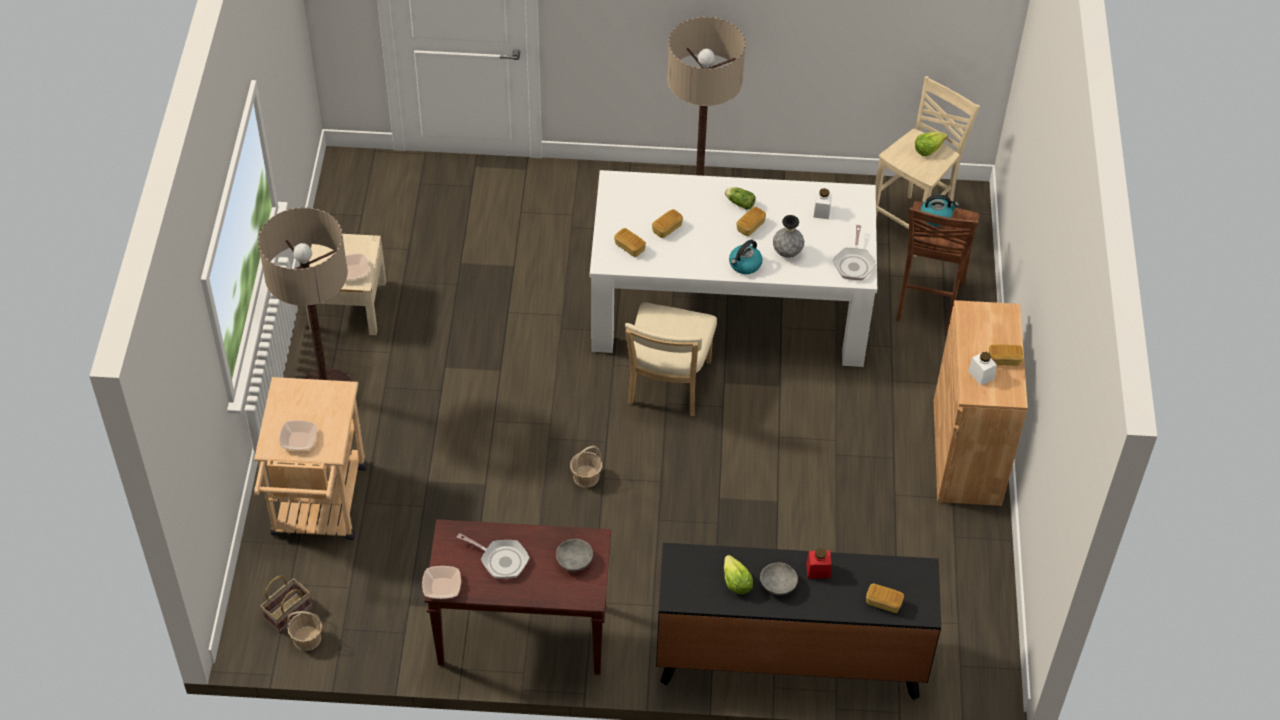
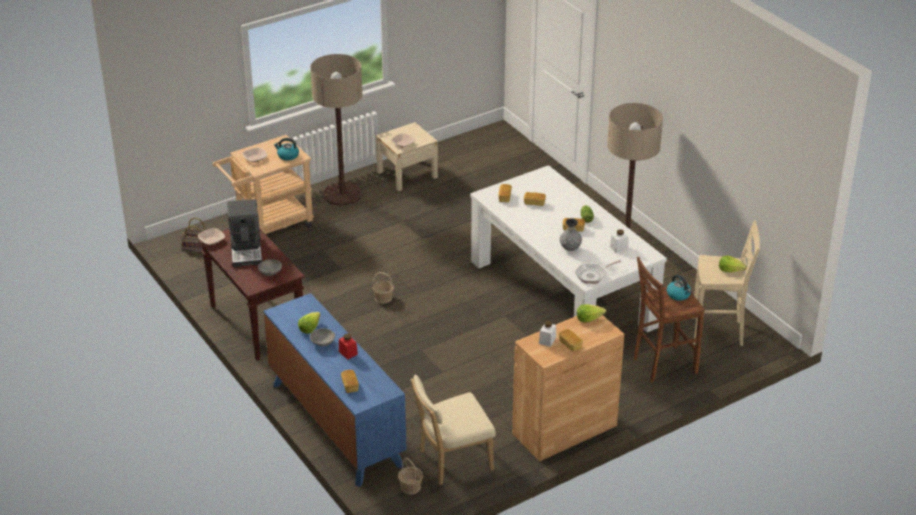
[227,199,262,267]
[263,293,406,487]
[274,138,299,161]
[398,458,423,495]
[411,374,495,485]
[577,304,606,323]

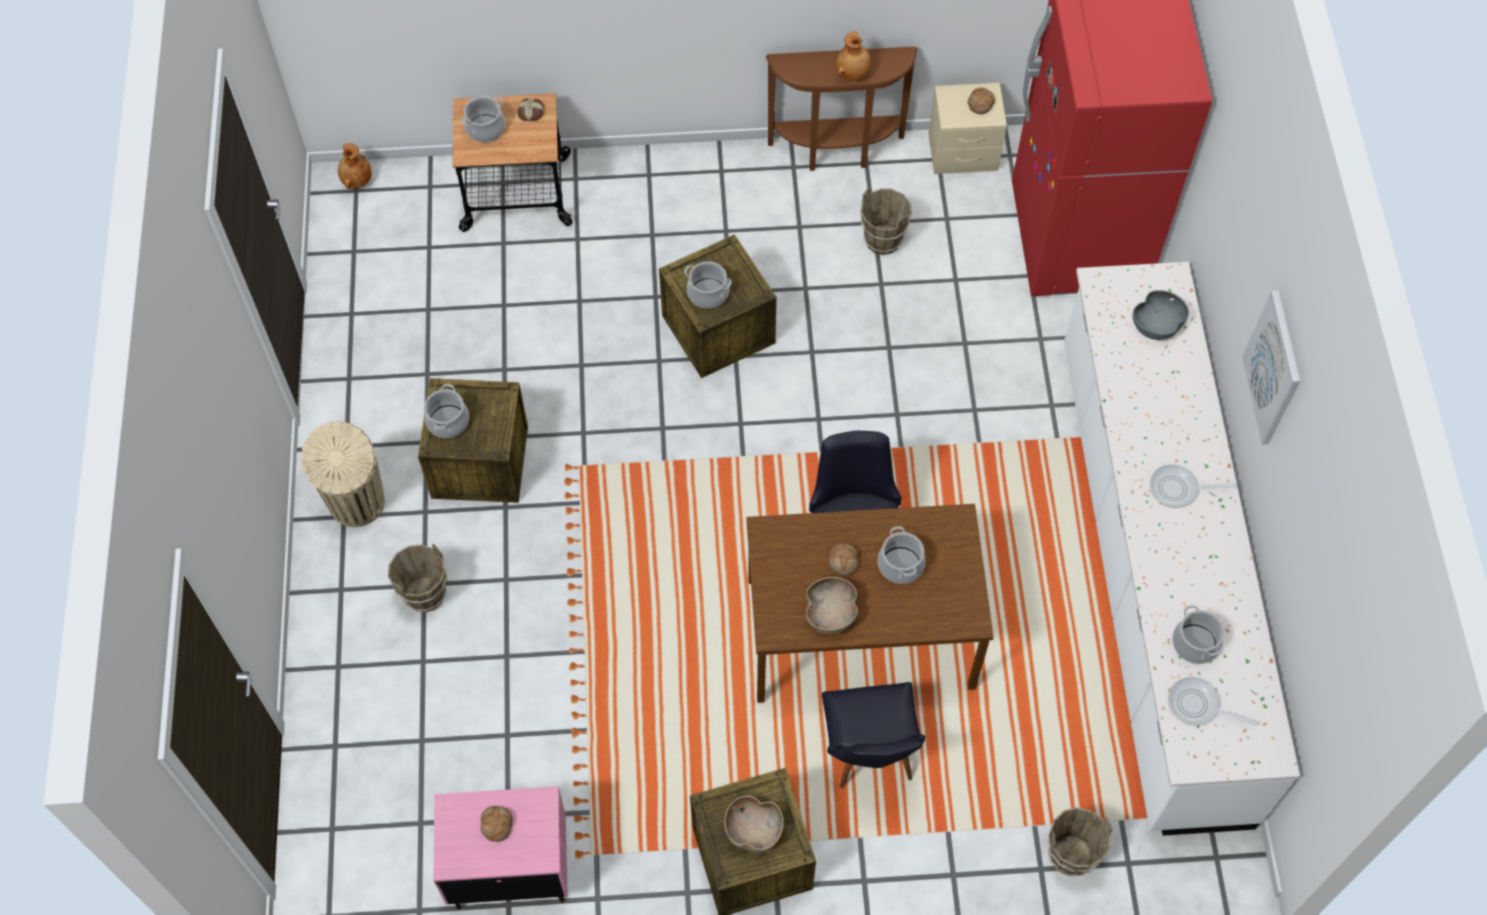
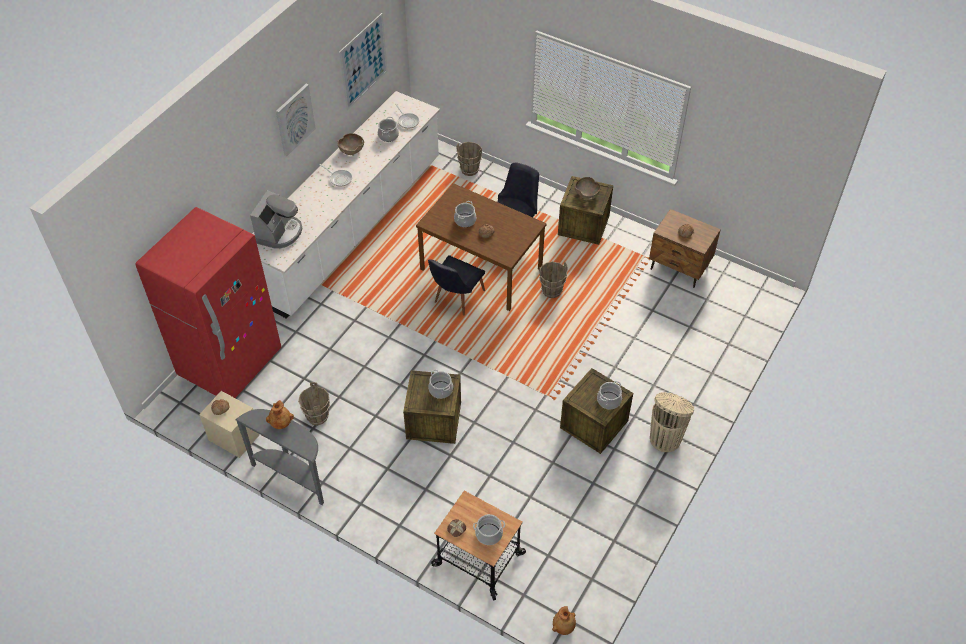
[235,409,324,505]
[250,190,303,249]
[337,133,364,155]
[339,13,388,111]
[539,261,568,298]
[649,209,721,288]

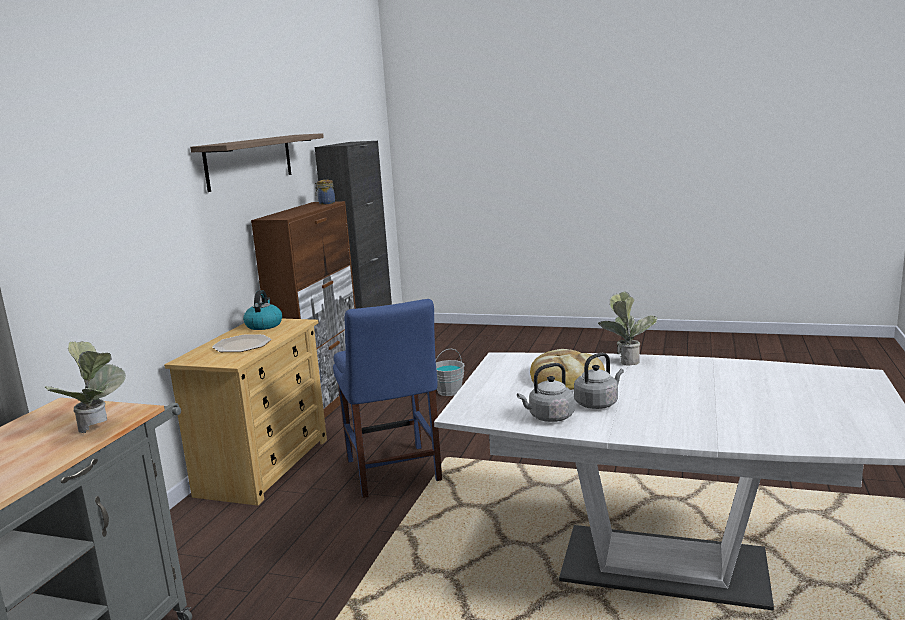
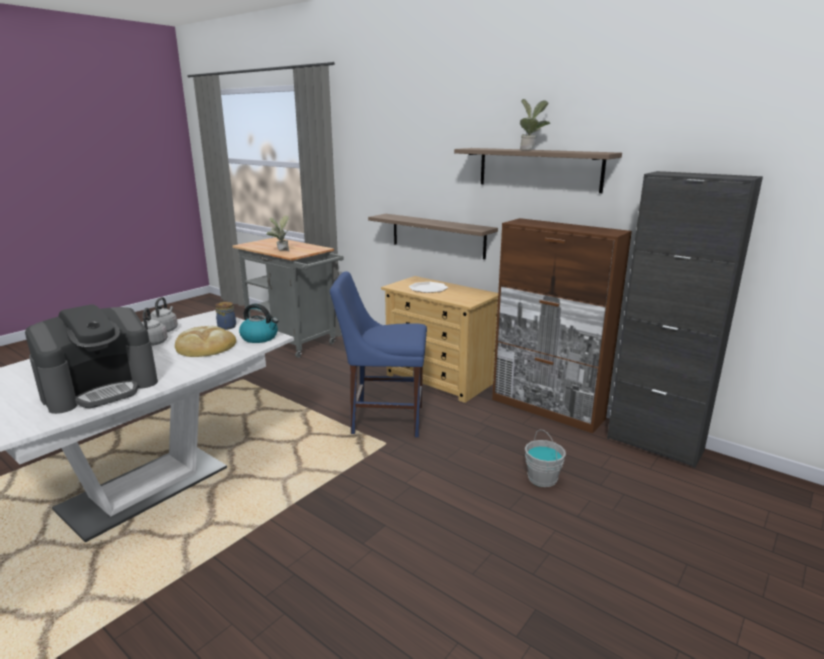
[25,304,158,414]
[215,302,236,330]
[239,304,279,343]
[368,214,498,259]
[520,99,550,150]

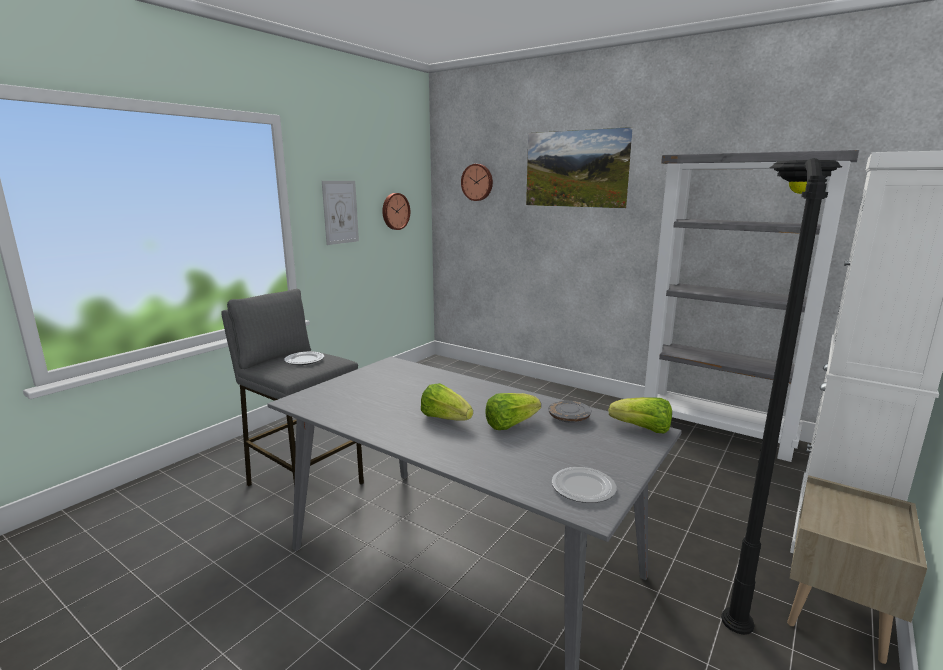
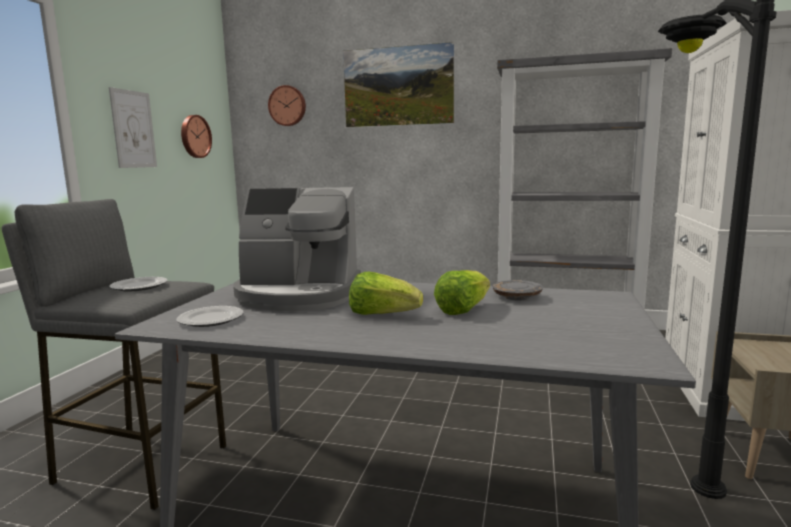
[177,306,244,327]
[233,187,361,311]
[608,397,672,434] (first image)

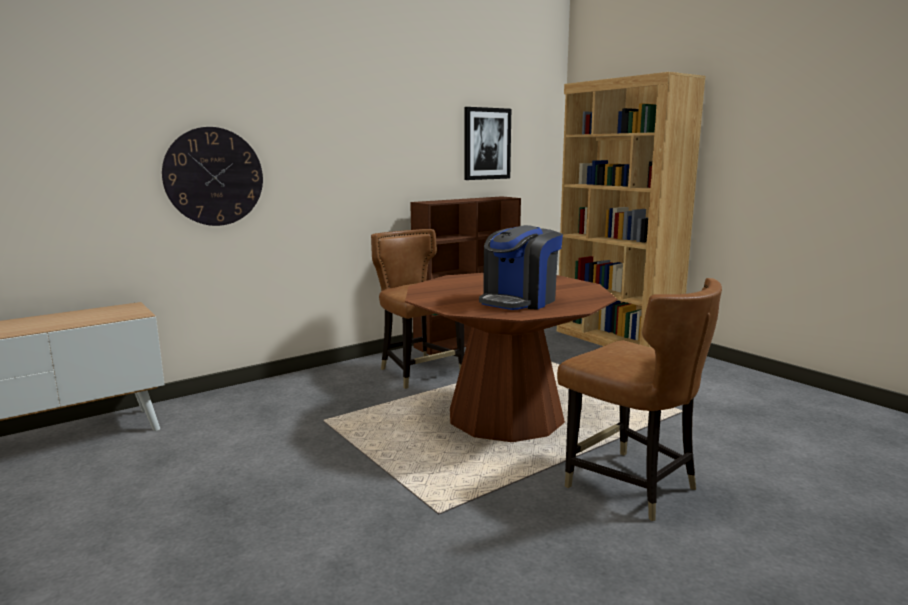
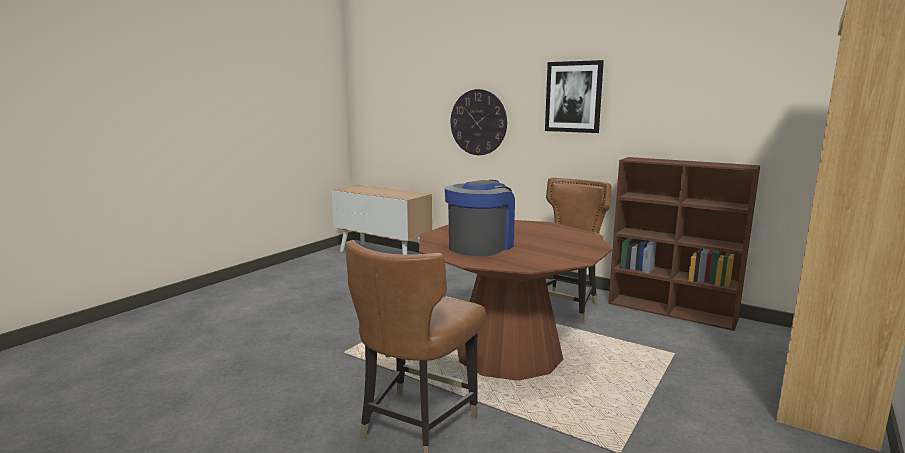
[445,180,515,256]
[545,60,604,133]

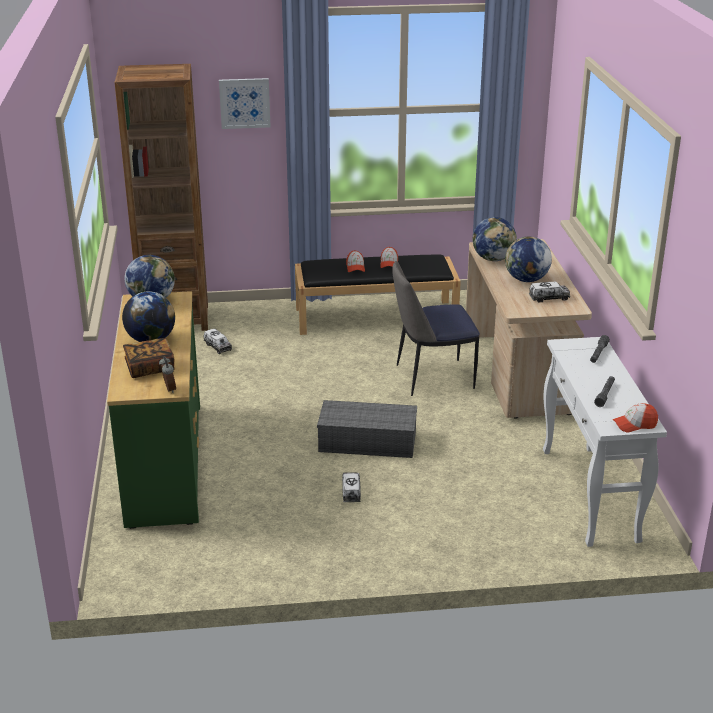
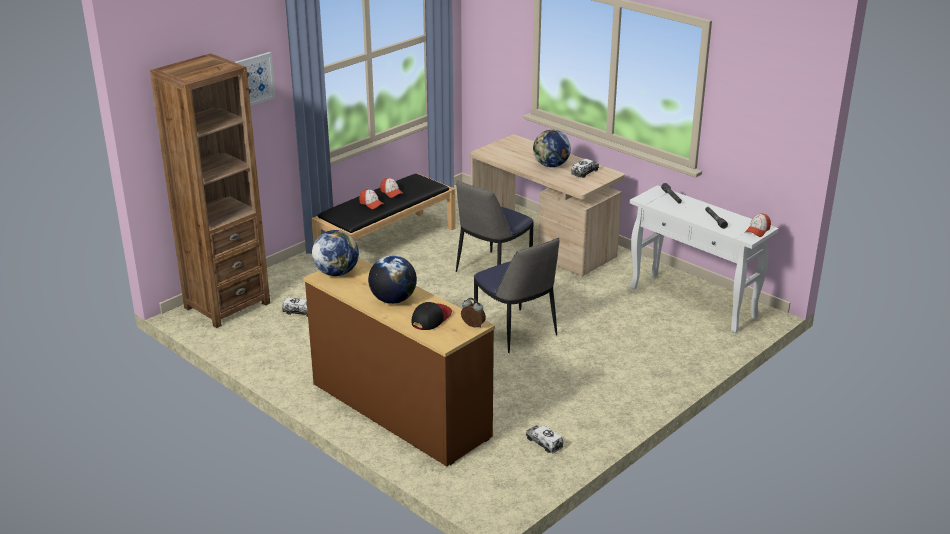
[304,258,495,467]
[411,302,452,330]
[474,238,559,353]
[526,425,564,454]
[472,217,517,261] (first image)

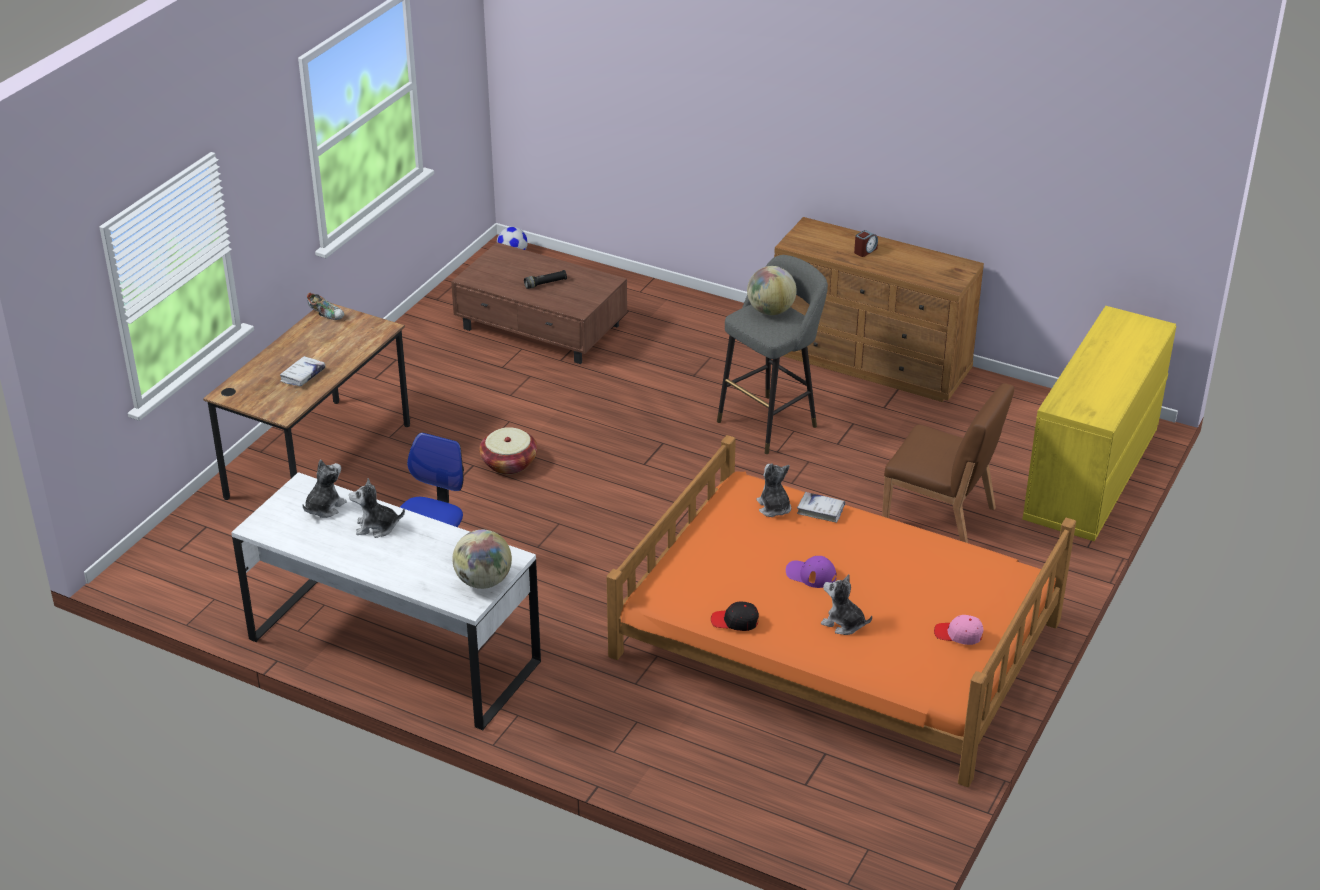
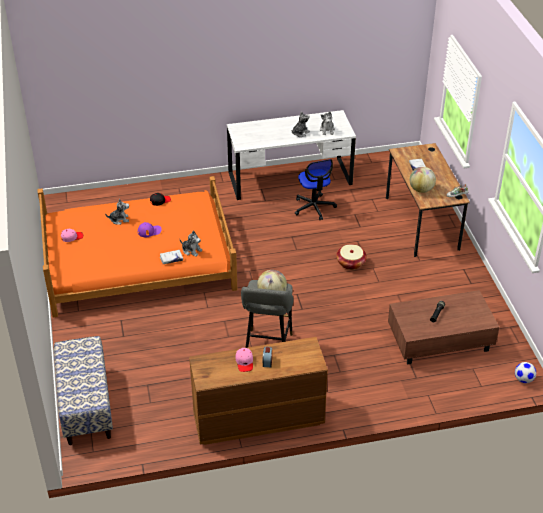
[54,336,113,445]
[236,348,253,372]
[410,167,436,193]
[882,383,1014,543] (first image)

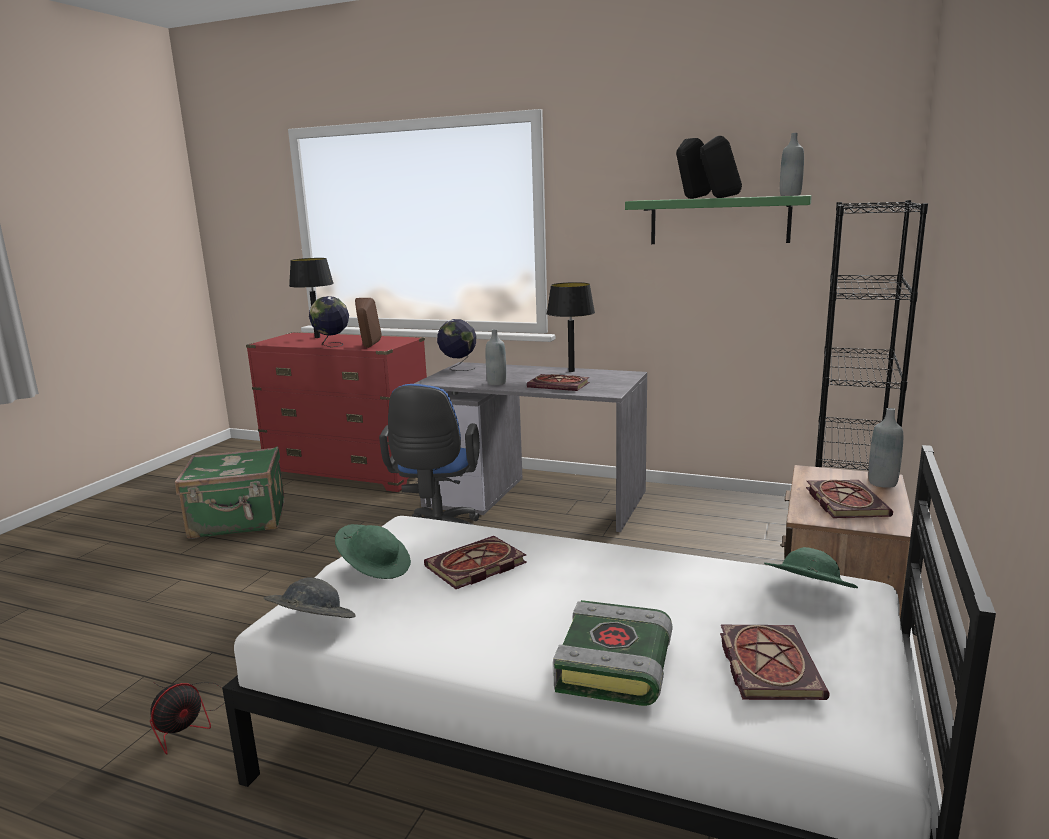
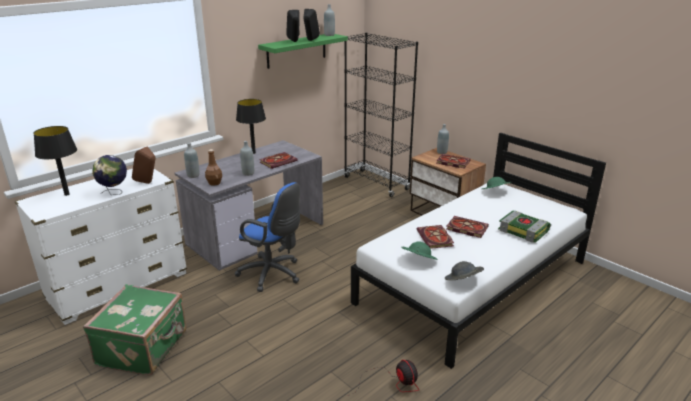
[15,169,187,325]
[184,143,200,178]
[205,149,222,186]
[446,216,489,238]

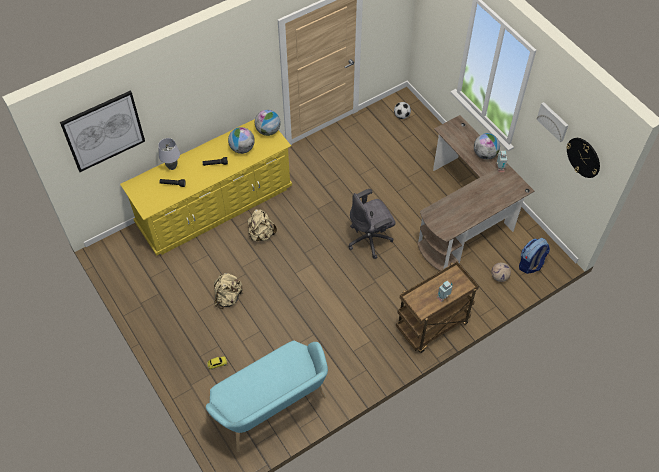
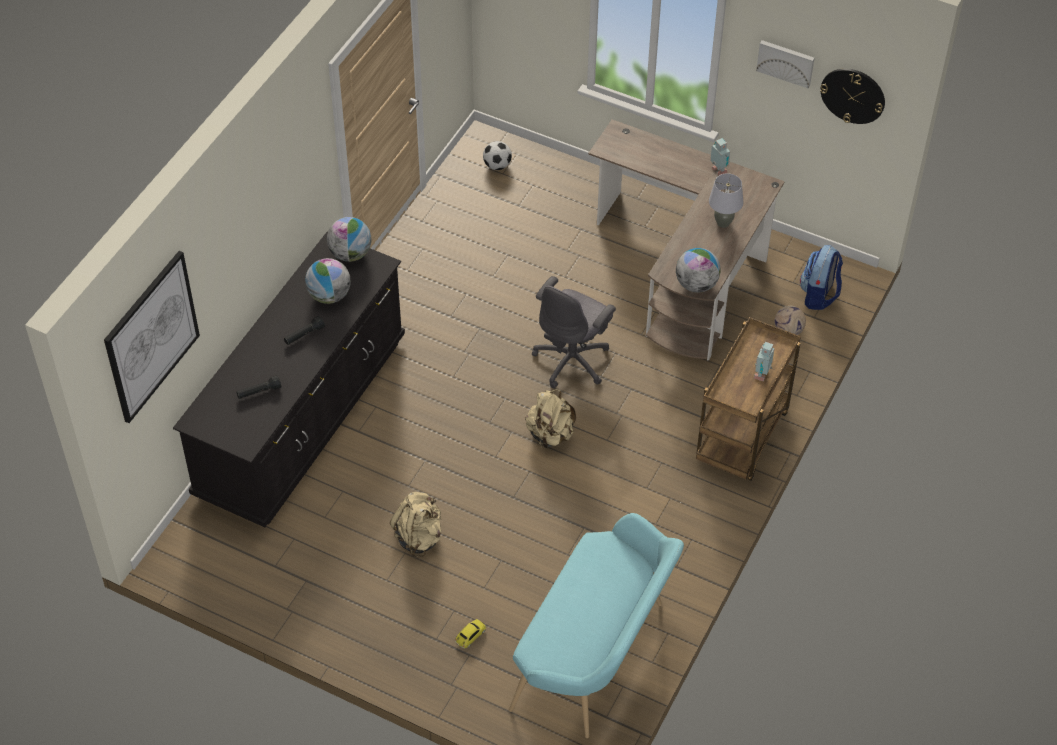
[173,232,405,527]
[525,389,576,449]
[676,248,720,293]
[709,173,744,228]

